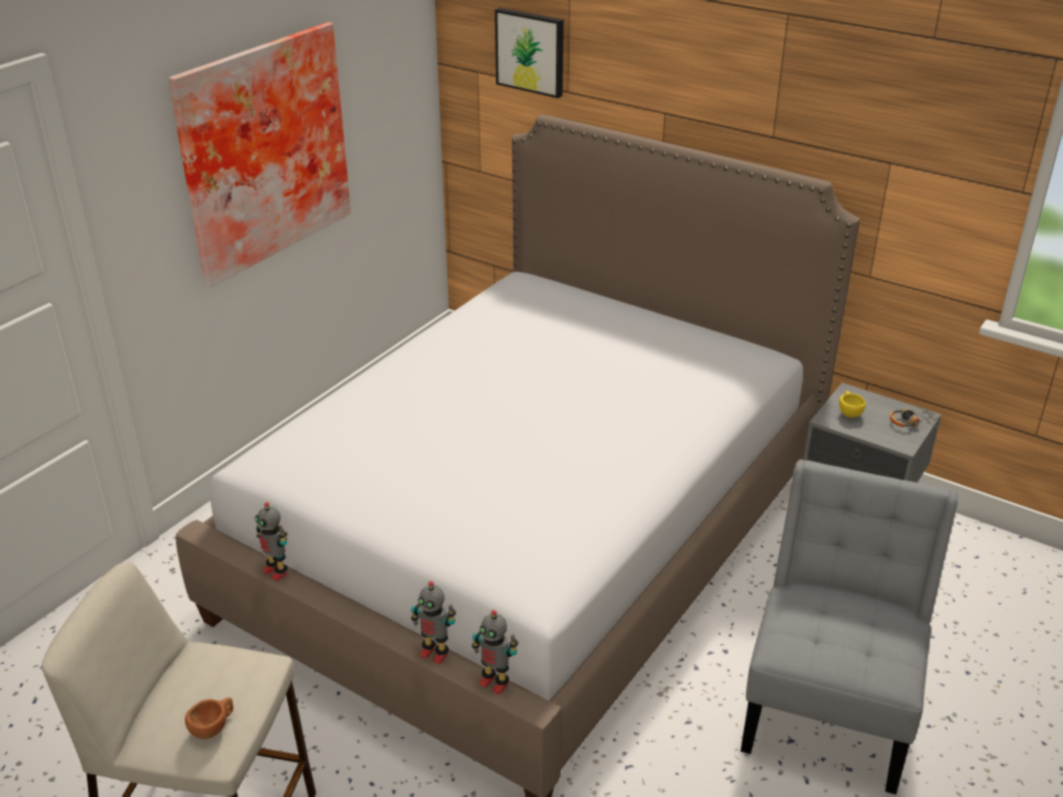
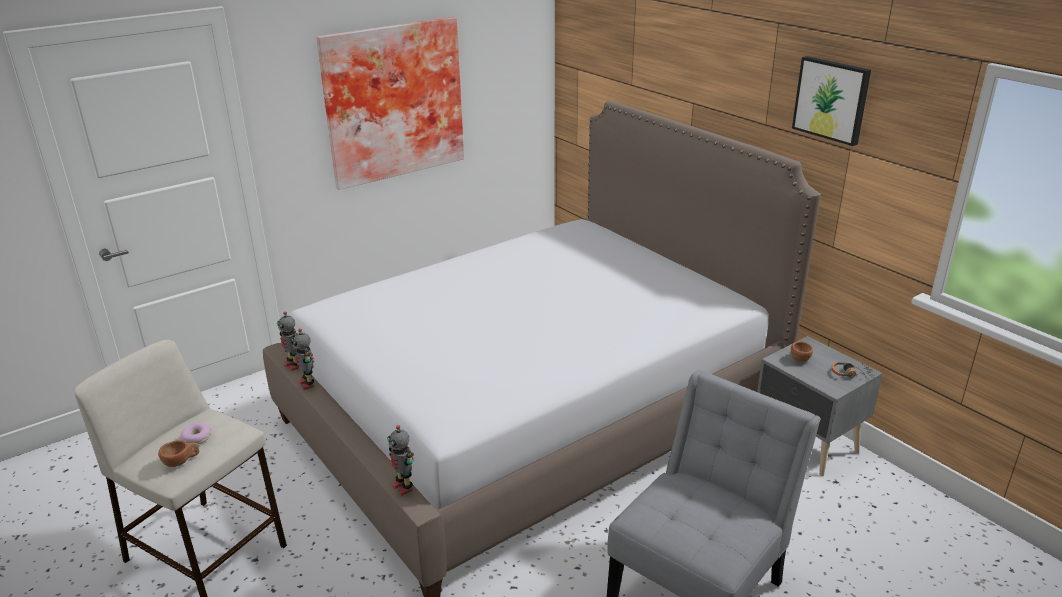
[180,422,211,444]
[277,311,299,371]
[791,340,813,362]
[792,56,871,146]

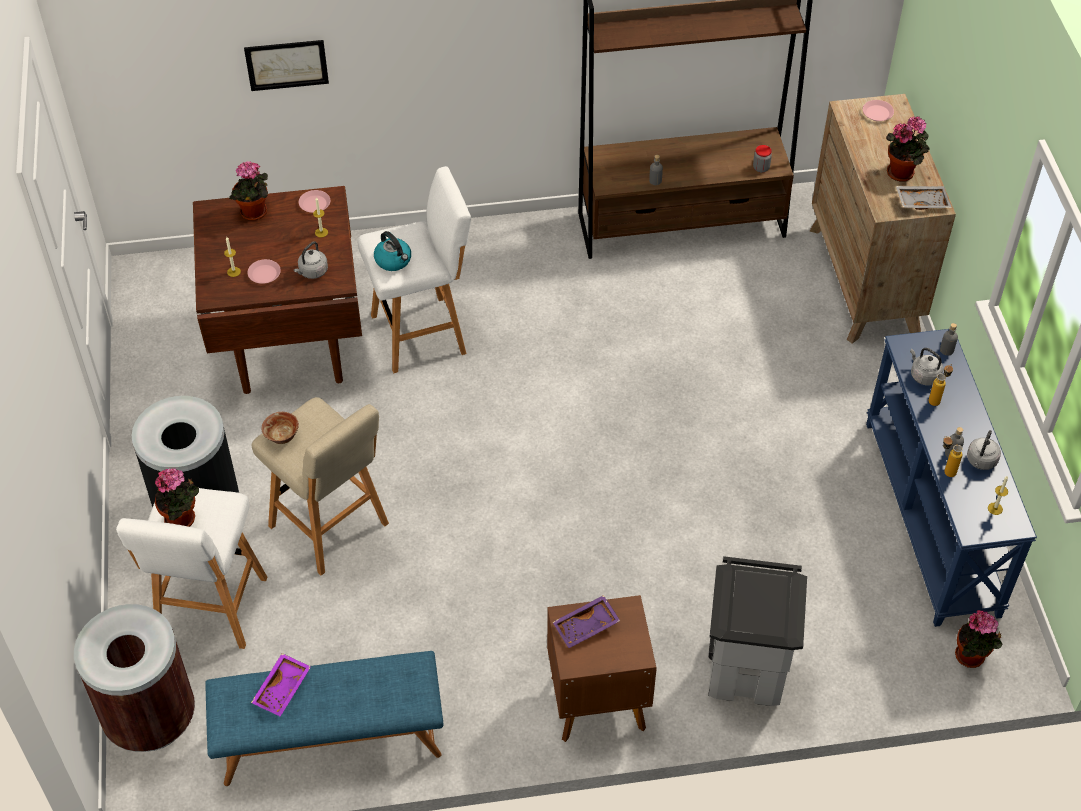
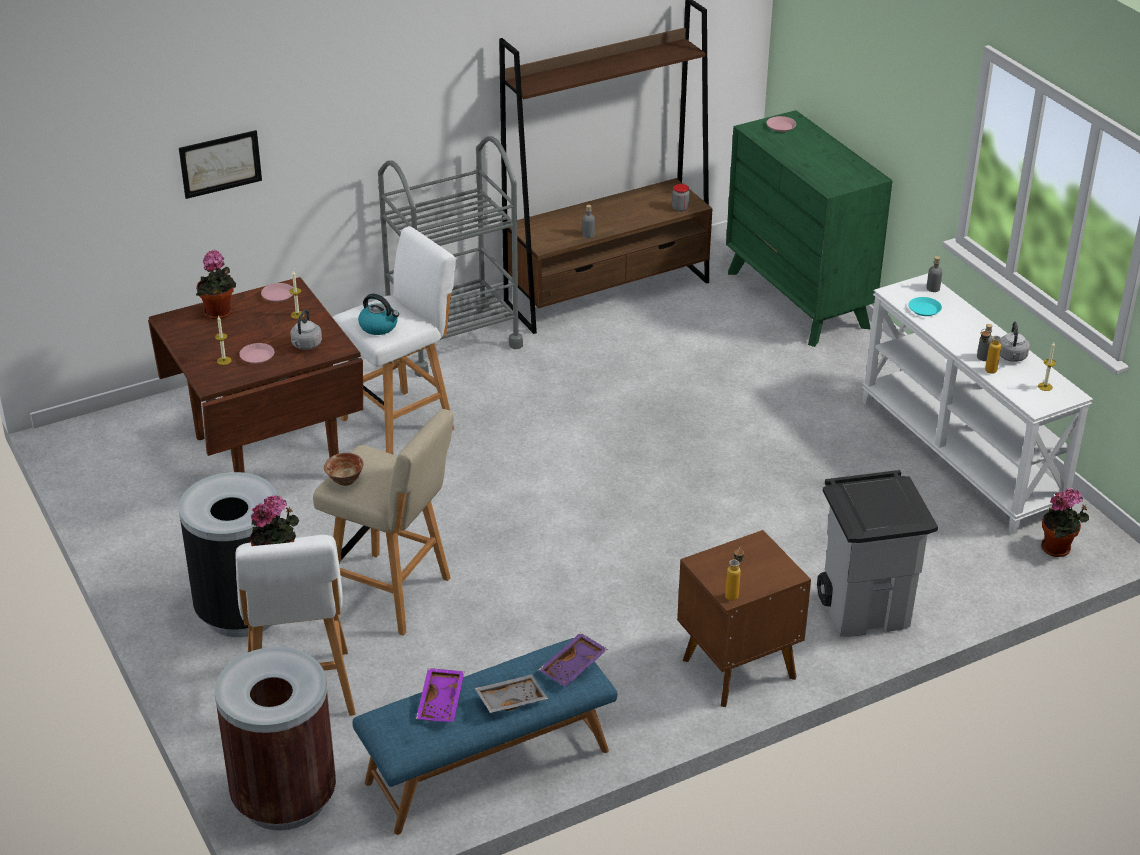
[378,136,523,377]
[475,674,548,713]
[539,632,607,687]
[725,546,744,601]
[726,110,893,347]
[862,273,1093,535]
[908,297,942,316]
[886,116,929,181] (first image)

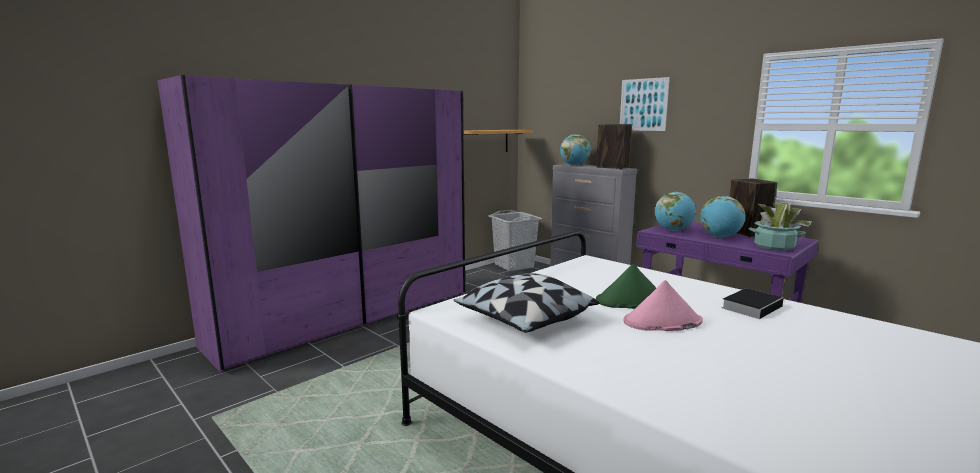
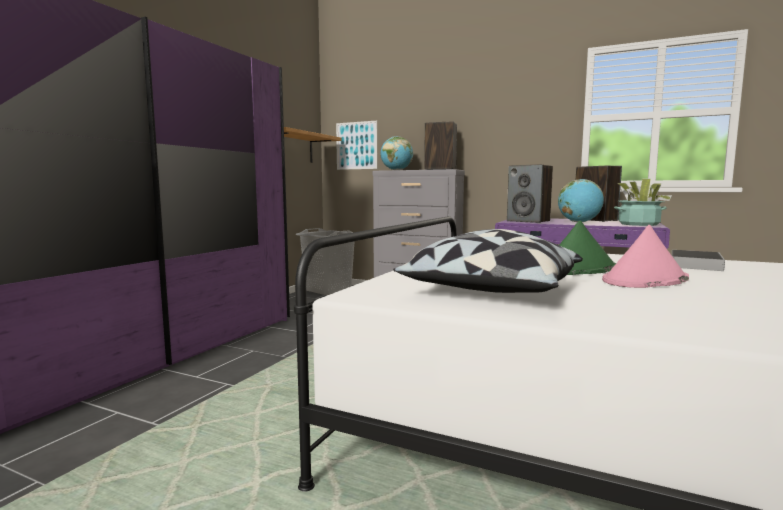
[336,121,377,170]
[507,164,553,223]

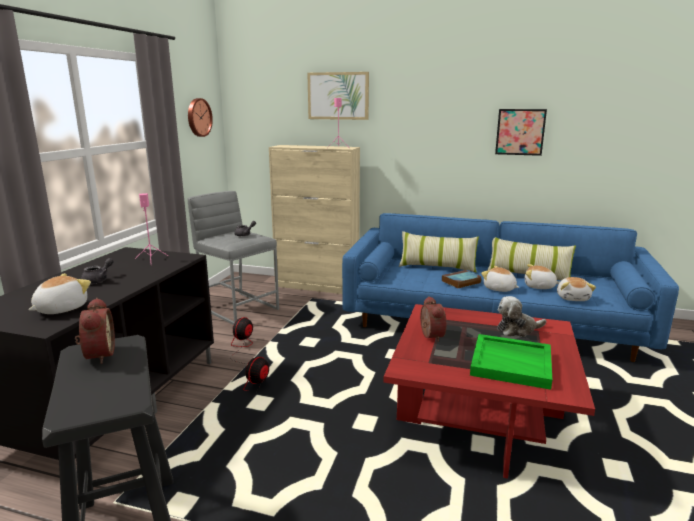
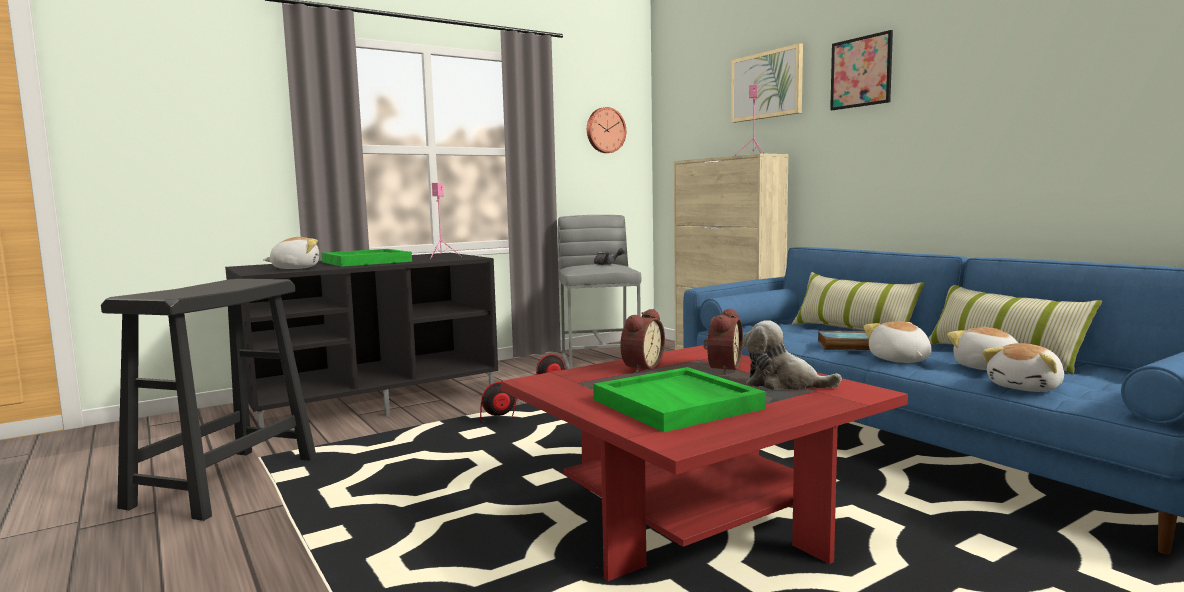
[322,249,412,267]
[703,308,743,374]
[830,30,893,110]

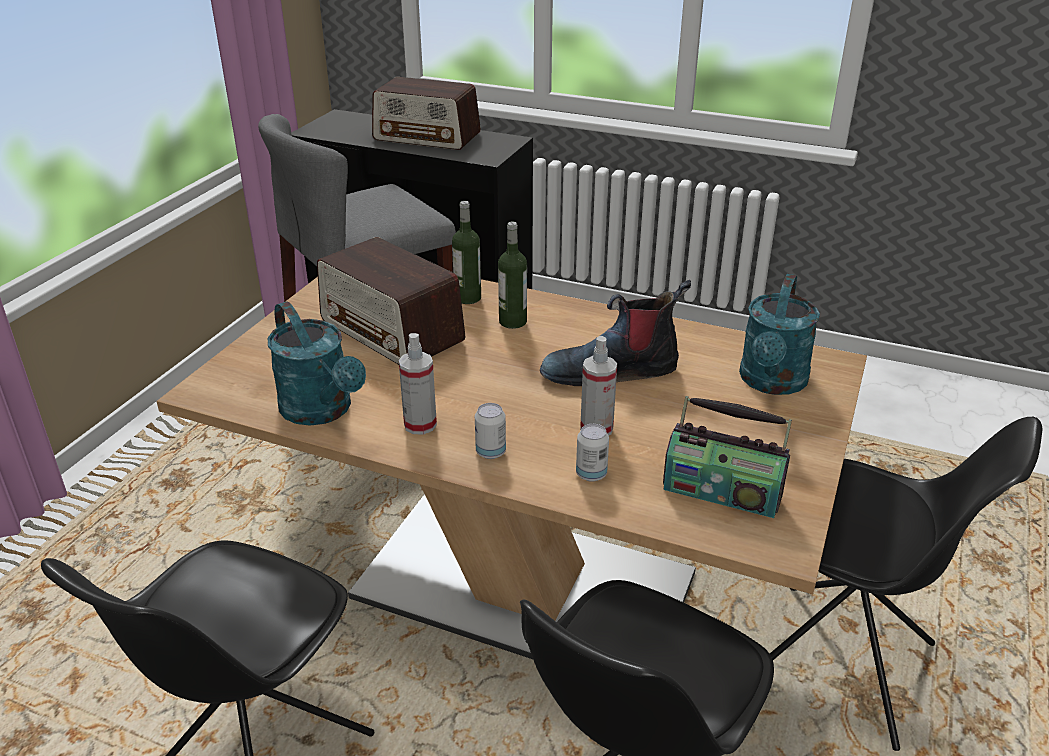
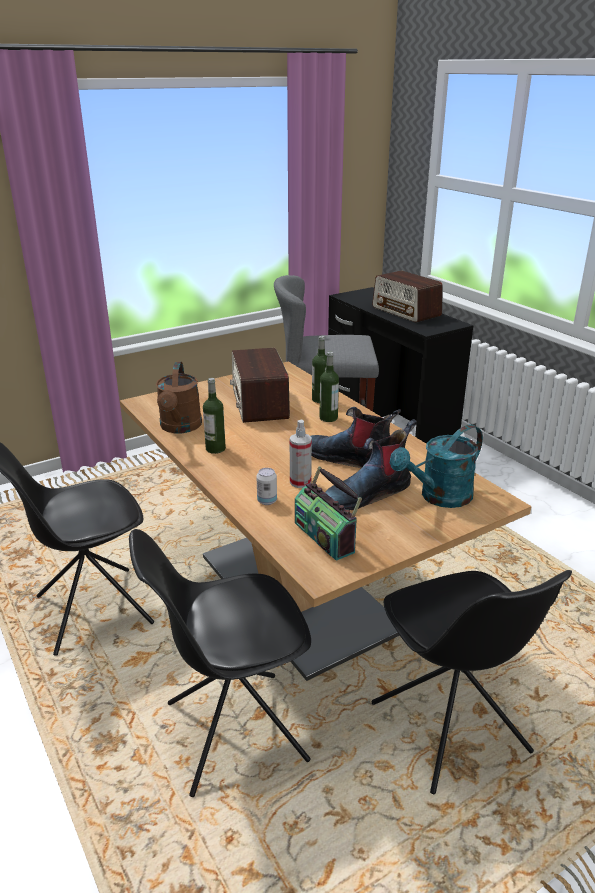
[156,362,202,434]
[203,378,226,454]
[325,419,417,510]
[475,403,506,459] (first image)

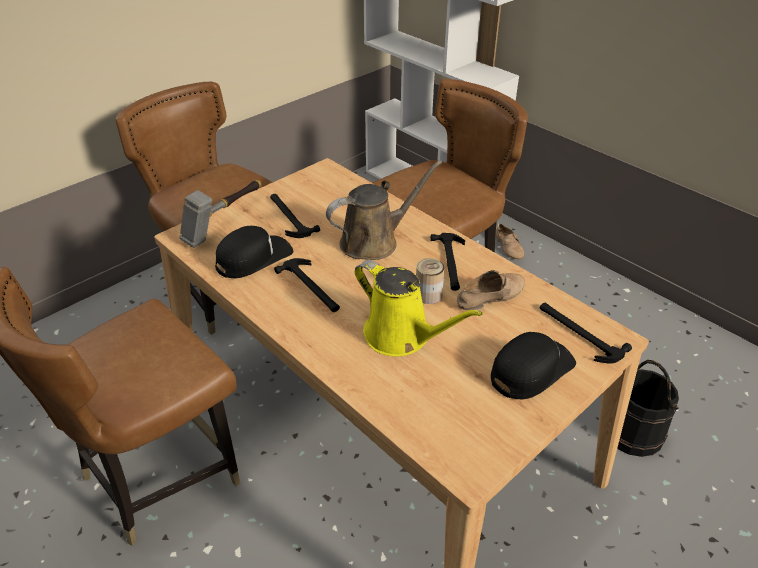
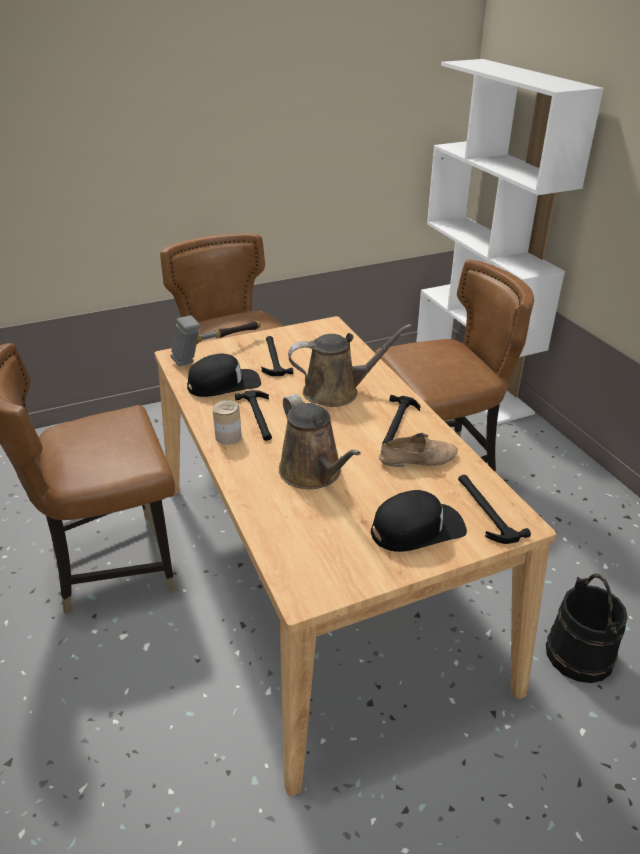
[212,400,242,444]
[279,394,361,489]
[495,223,524,260] (first image)

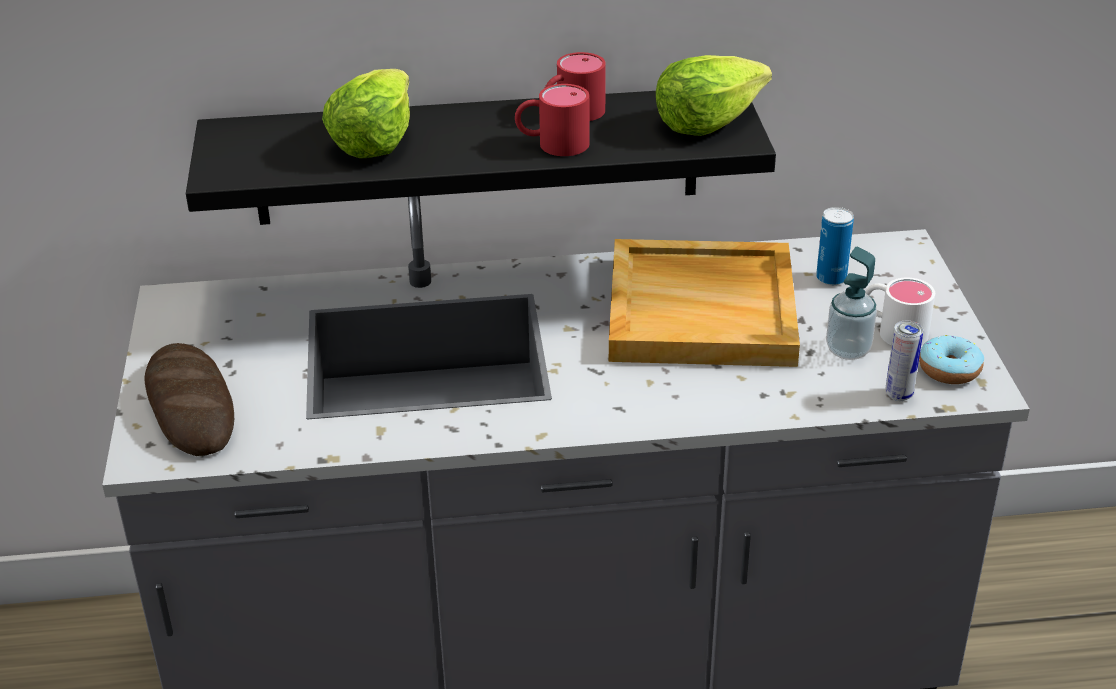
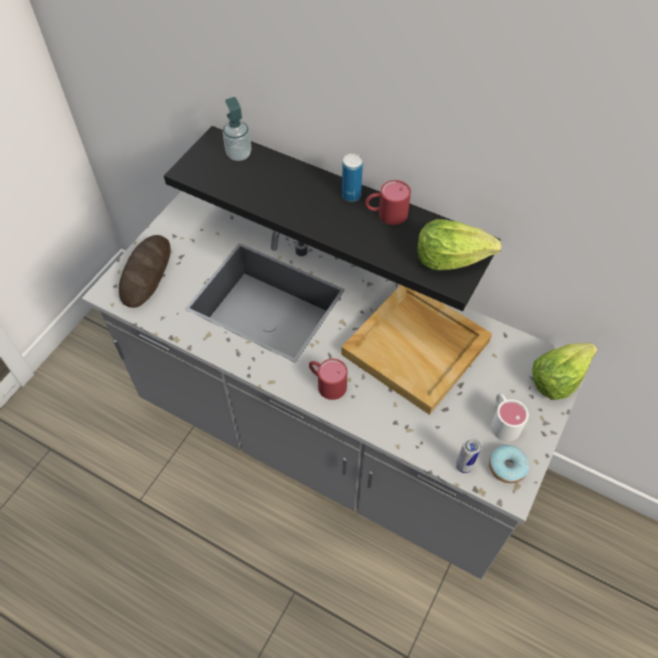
[223,97,251,161]
[309,359,347,400]
[342,154,363,202]
[532,343,597,400]

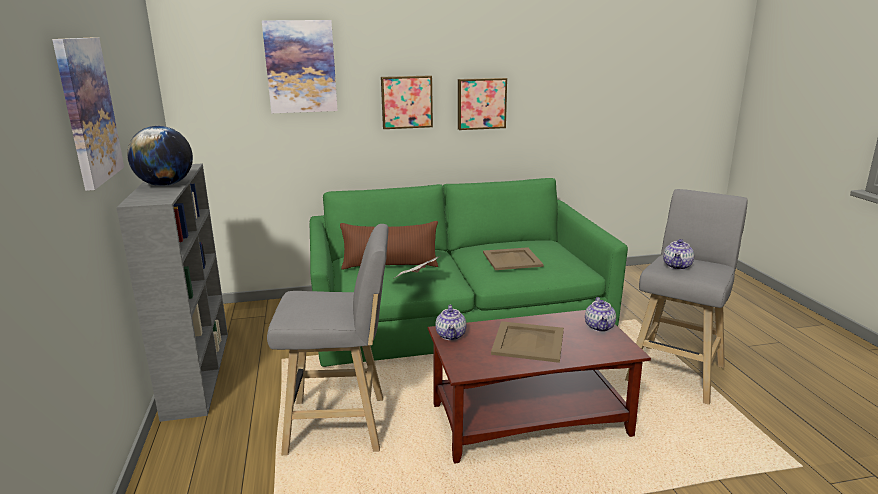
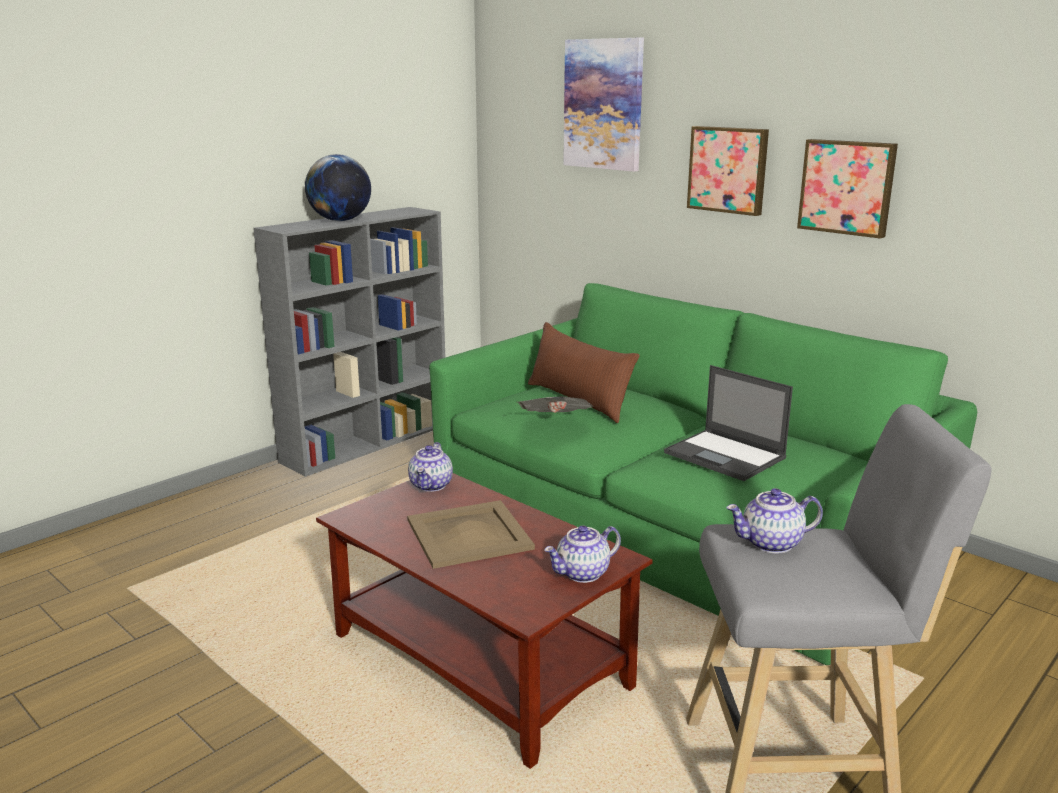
[408,442,453,492]
[664,365,793,481]
[52,38,124,191] (first image)
[267,224,388,456] (first image)

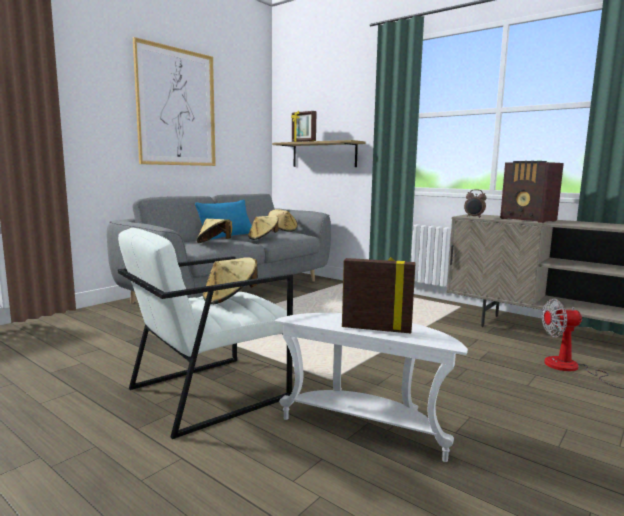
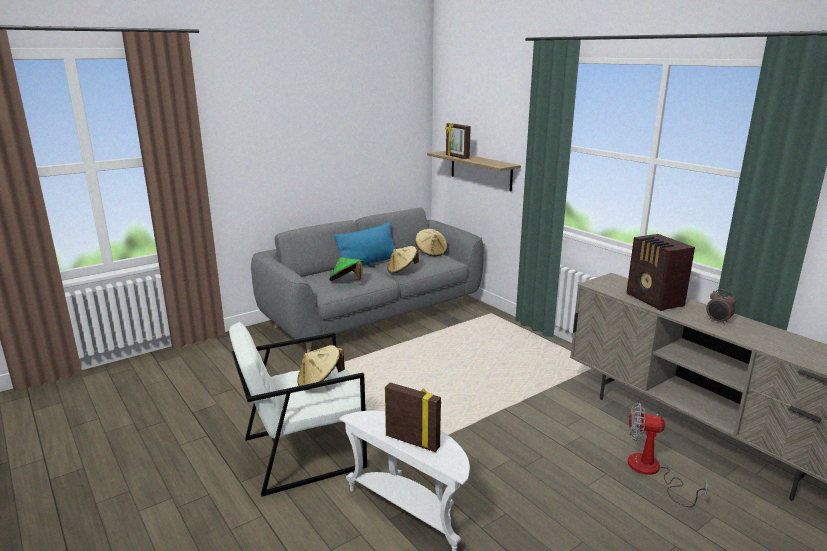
[329,257,364,281]
[706,289,736,325]
[133,37,216,166] (first image)

